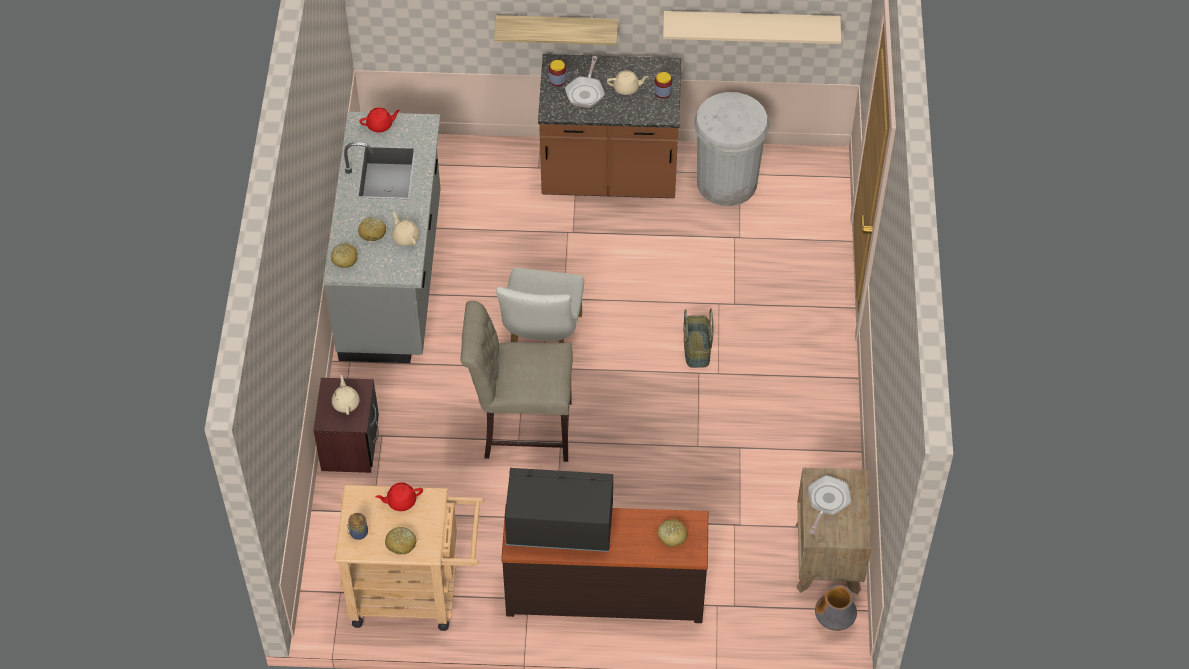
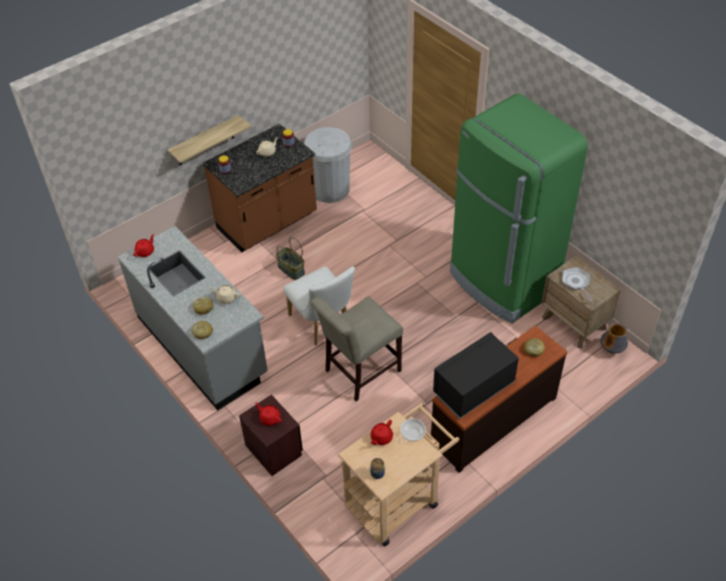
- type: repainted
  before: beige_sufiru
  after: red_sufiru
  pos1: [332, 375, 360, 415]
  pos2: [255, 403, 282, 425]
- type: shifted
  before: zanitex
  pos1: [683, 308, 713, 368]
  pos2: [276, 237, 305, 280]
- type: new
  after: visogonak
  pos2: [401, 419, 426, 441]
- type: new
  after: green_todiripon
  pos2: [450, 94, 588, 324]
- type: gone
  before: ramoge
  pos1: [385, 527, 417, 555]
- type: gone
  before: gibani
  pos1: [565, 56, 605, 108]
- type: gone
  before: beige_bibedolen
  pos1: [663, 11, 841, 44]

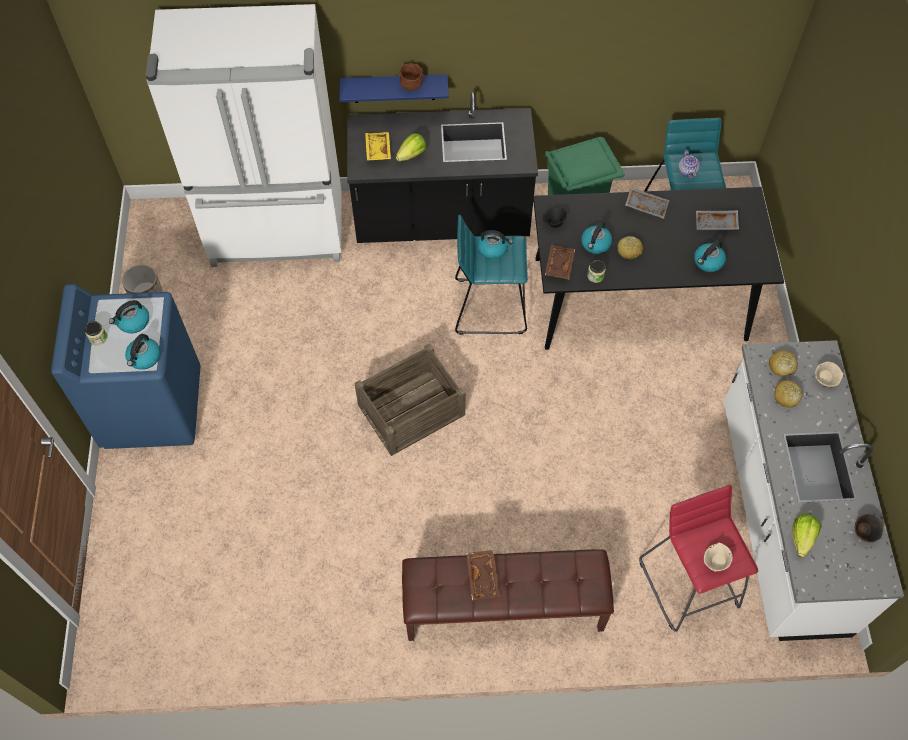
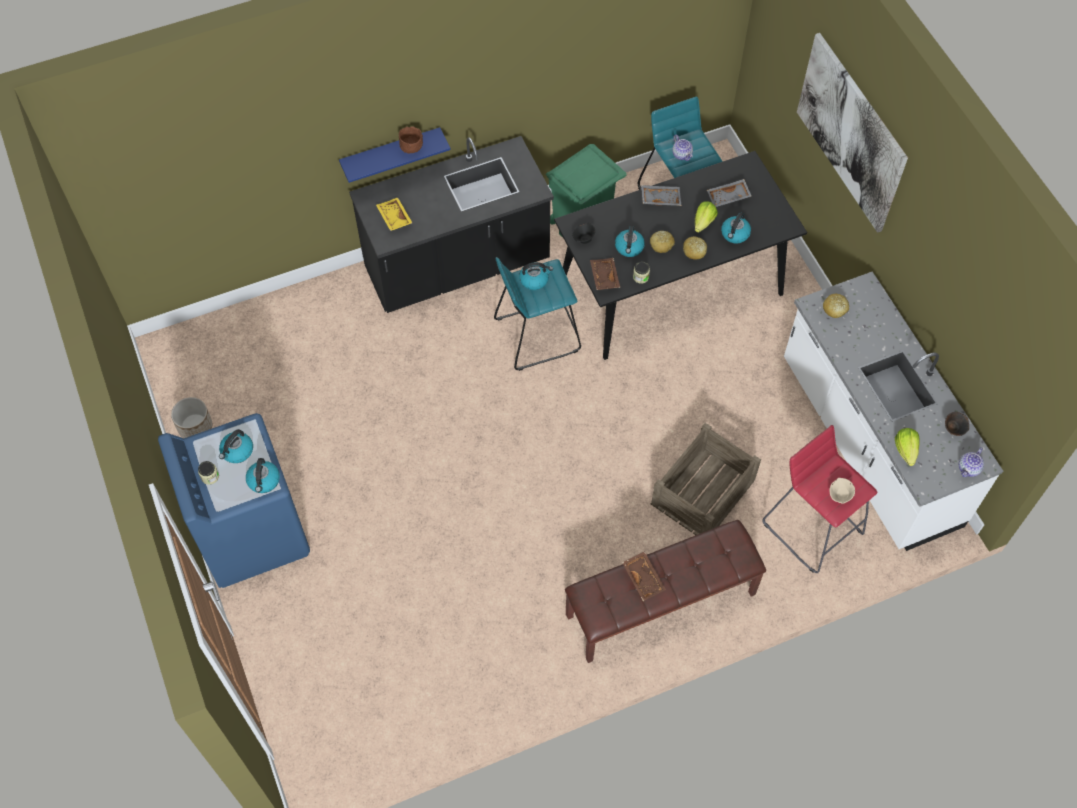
- type: shifted
  before: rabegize
  pos1: [354, 343, 466, 456]
  pos2: [651, 423, 761, 535]
- type: shifted
  before: ramoge
  pos1: [774, 380, 803, 408]
  pos2: [683, 236, 707, 259]
- type: shifted
  before: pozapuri
  pos1: [396, 133, 426, 161]
  pos2: [695, 202, 718, 233]
- type: new
  after: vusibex
  pos2: [797, 33, 908, 233]
- type: new
  after: sufiru
  pos2: [959, 447, 984, 477]
- type: gone
  before: white_todiripon
  pos1: [146, 4, 341, 267]
- type: gone
  before: beige_visogonak
  pos1: [815, 362, 843, 387]

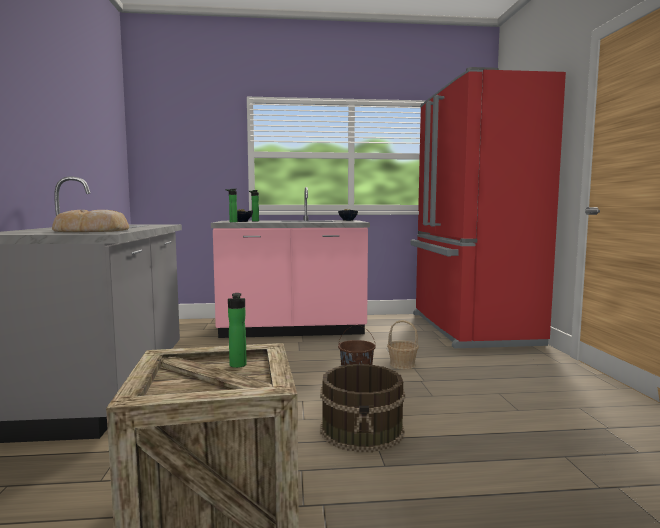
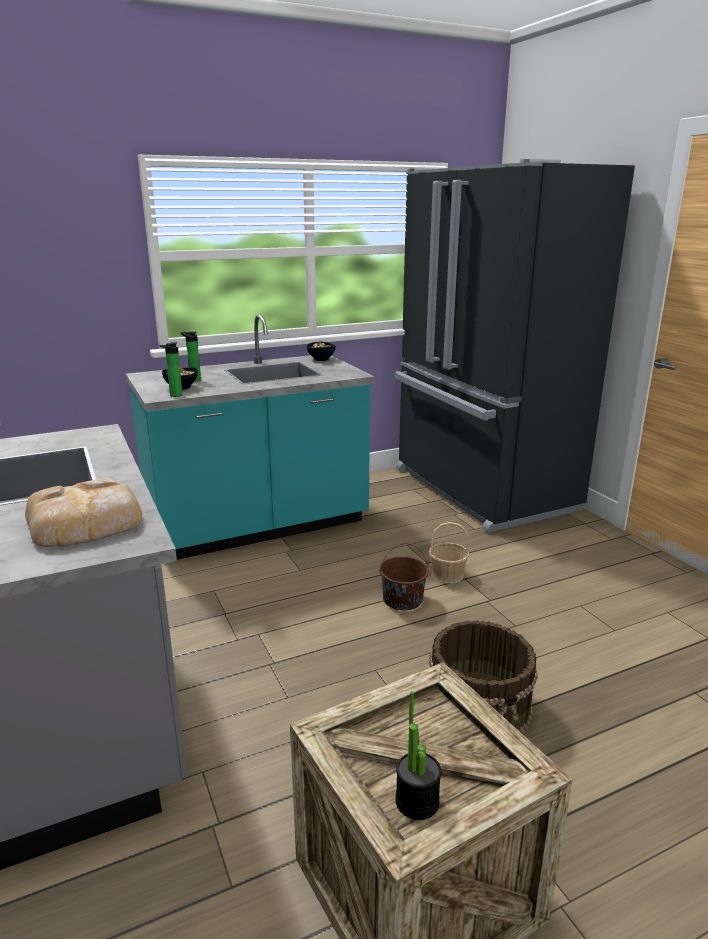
- type: repainted
  before: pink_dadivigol
  after: turquoise_dadivigol
  pos1: [211, 187, 370, 338]
  pos2: [126, 314, 375, 560]
- type: repainted
  before: red_todiripon
  after: black_todiripon
  pos1: [411, 67, 566, 348]
  pos2: [395, 159, 635, 533]
- type: new
  after: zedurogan
  pos2: [395, 691, 441, 820]
- type: gone
  before: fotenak
  pos1: [228, 293, 247, 368]

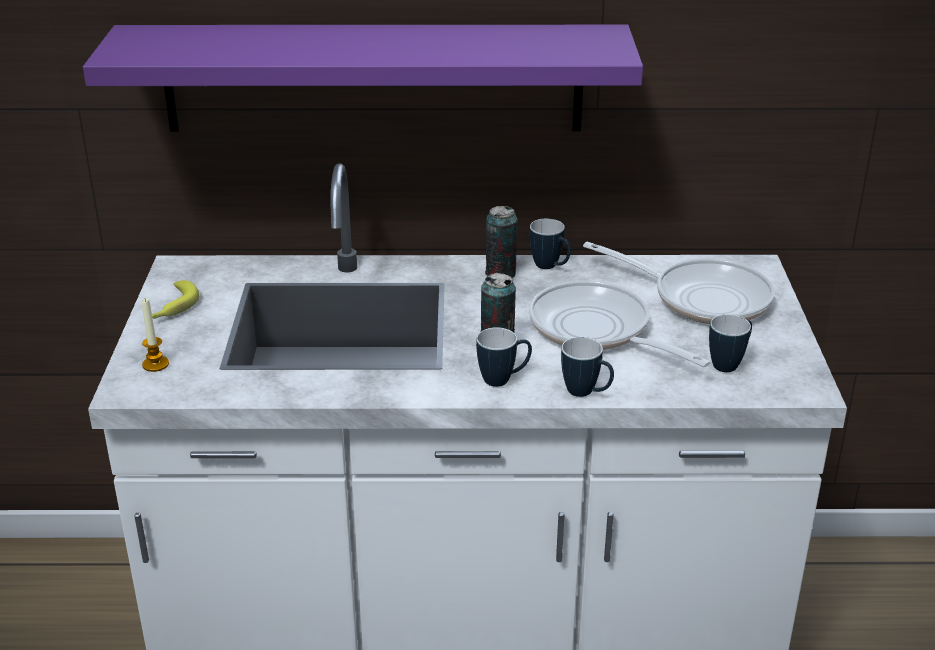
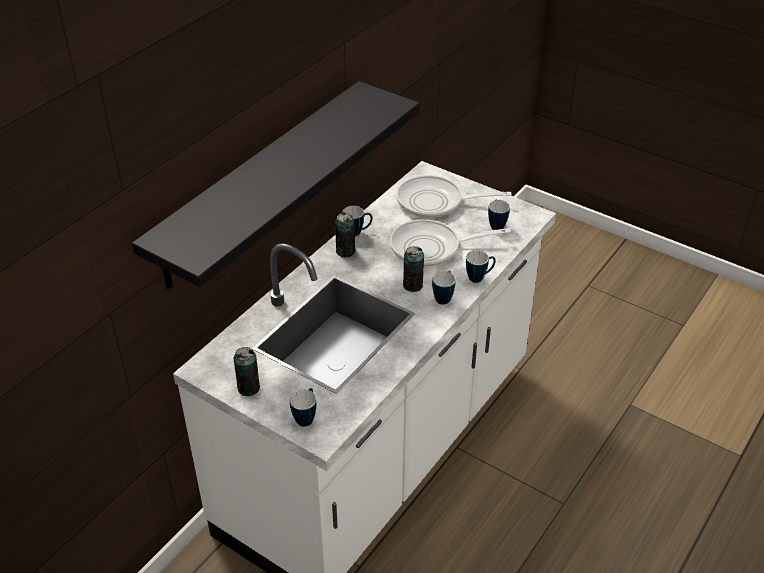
- type: repainted
  before: purple_bibedolen
  after: black_bibedolen
  pos1: [83, 25, 643, 132]
  pos2: [132, 81, 419, 290]
- type: swapped
  before: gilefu
  after: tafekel
  pos1: [152, 280, 199, 319]
  pos2: [233, 347, 260, 396]
- type: swapped
  before: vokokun
  after: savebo
  pos1: [142, 298, 169, 372]
  pos2: [290, 388, 316, 427]
- type: rotated
  before: gibani
  pos1: [583, 242, 775, 324]
  pos2: [396, 175, 511, 218]
  turn: -150

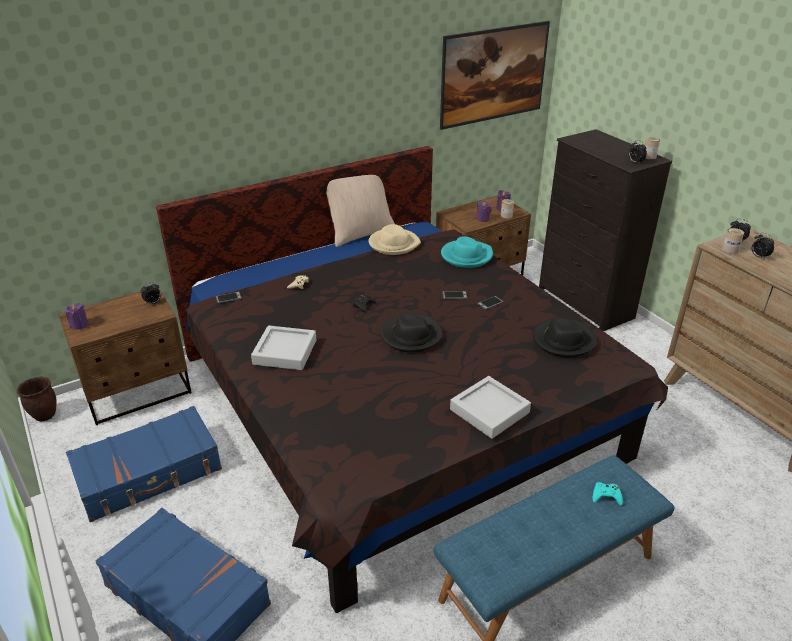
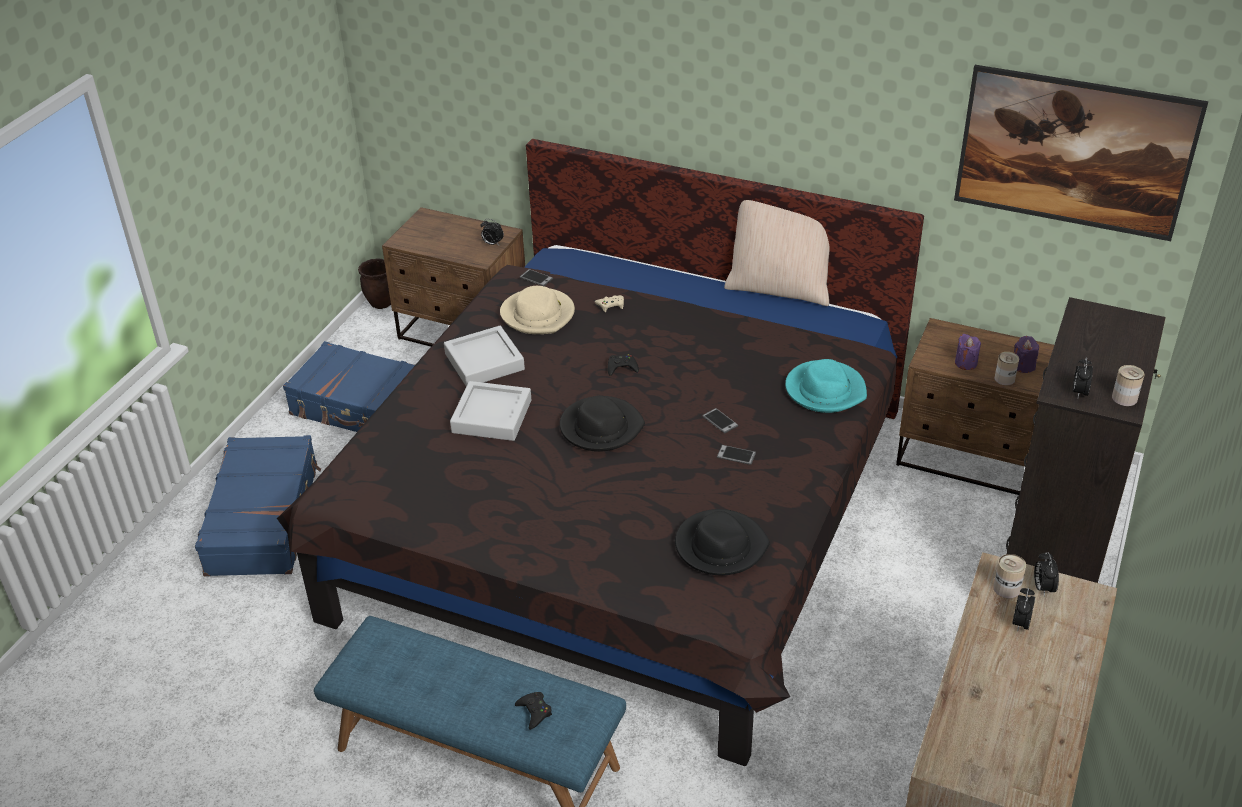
- type: shifted
  before: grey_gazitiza
  pos1: [450, 376, 531, 439]
  pos2: [450, 381, 531, 441]
- type: shifted
  before: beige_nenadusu
  pos1: [368, 224, 421, 255]
  pos2: [500, 286, 575, 334]
- type: repainted
  before: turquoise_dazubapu
  after: black_dazubapu
  pos1: [593, 482, 623, 506]
  pos2: [515, 692, 552, 730]
- type: gone
  before: purple_vokokun
  pos1: [66, 303, 89, 330]

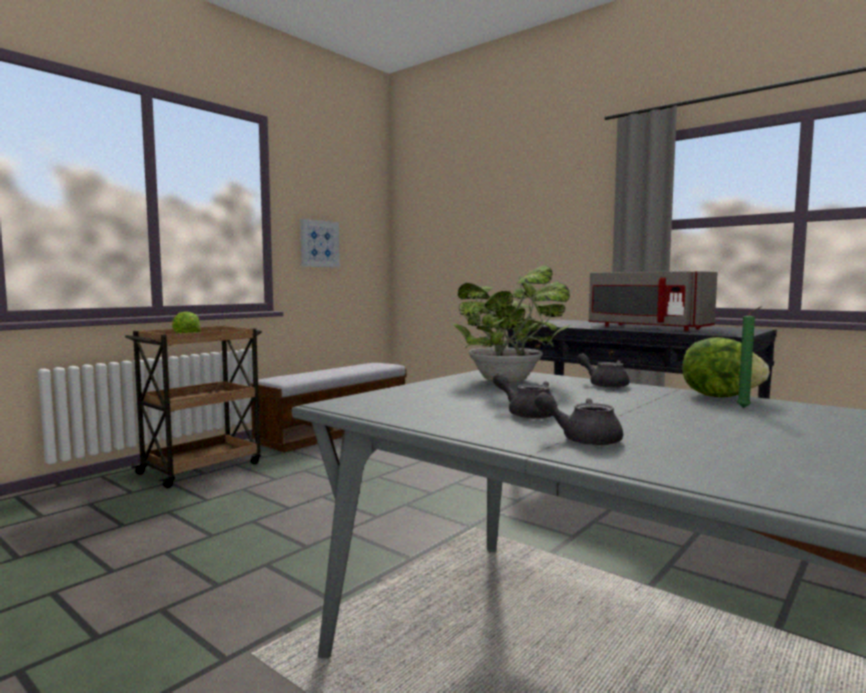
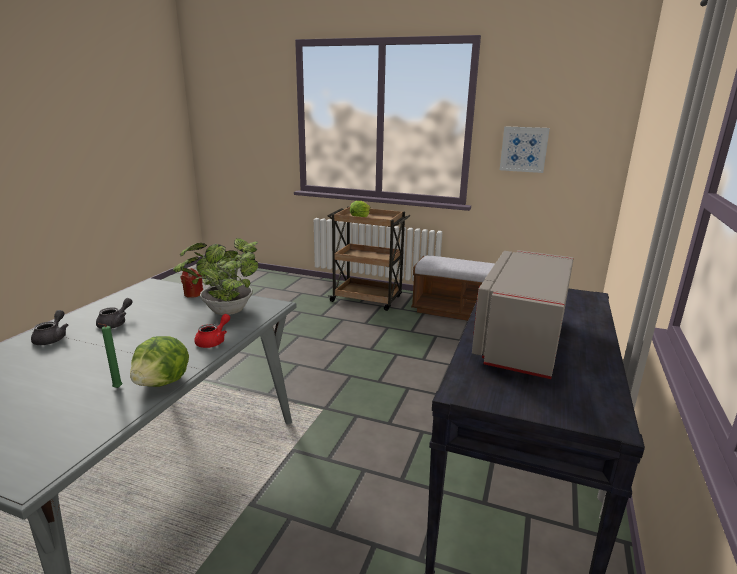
- type: new
  after: red_vokokun
  pos2: [181, 268, 203, 298]
- type: repainted
  before: grey_sufiru
  after: red_sufiru
  pos1: [577, 353, 629, 388]
  pos2: [194, 314, 230, 348]

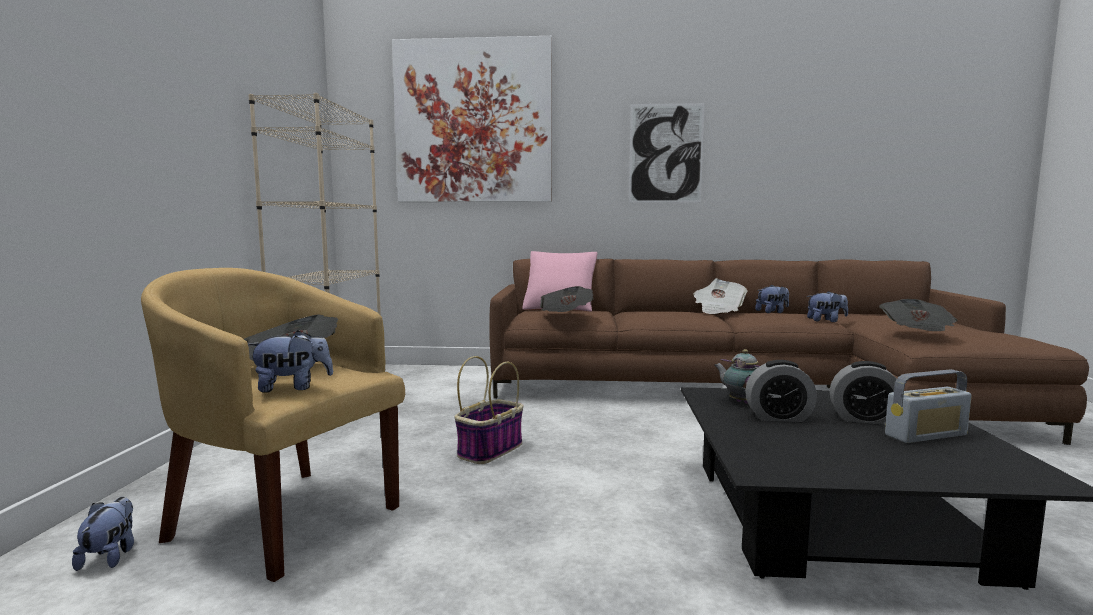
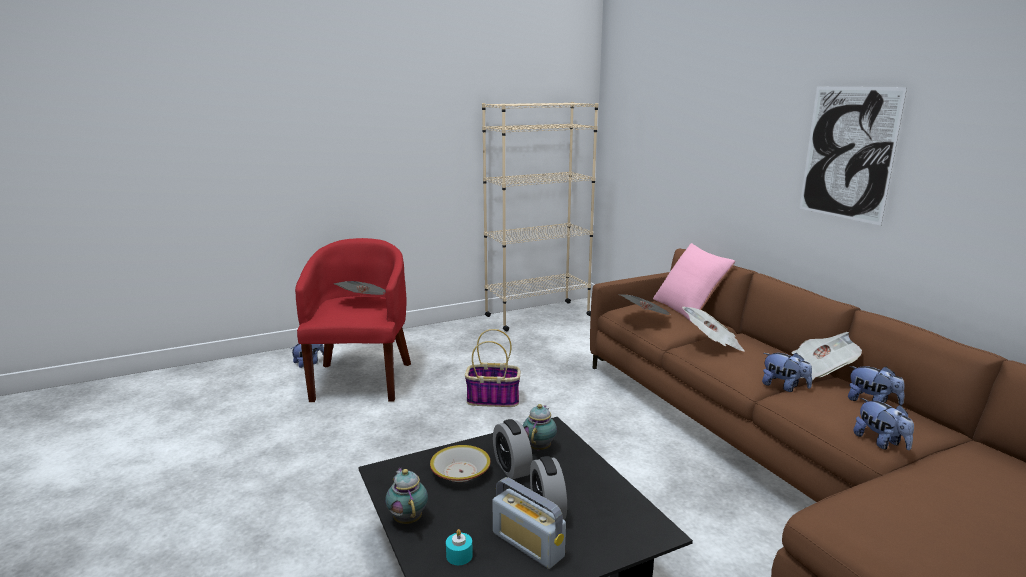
- type: repainted
  before: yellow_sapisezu
  after: red_sapisezu
  pos1: [141, 268, 405, 582]
  pos2: [295, 238, 411, 402]
- type: new
  after: sufiru
  pos2: [385, 468, 428, 524]
- type: new
  after: visogonak
  pos2: [430, 445, 491, 482]
- type: new
  after: turquoise_vokokun
  pos2: [446, 529, 473, 565]
- type: shifted
  before: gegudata
  pos1: [879, 299, 957, 331]
  pos2: [682, 306, 745, 352]
- type: shifted
  before: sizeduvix
  pos1: [248, 330, 333, 393]
  pos2: [762, 353, 812, 392]
- type: gone
  before: vusibex
  pos1: [392, 36, 552, 202]

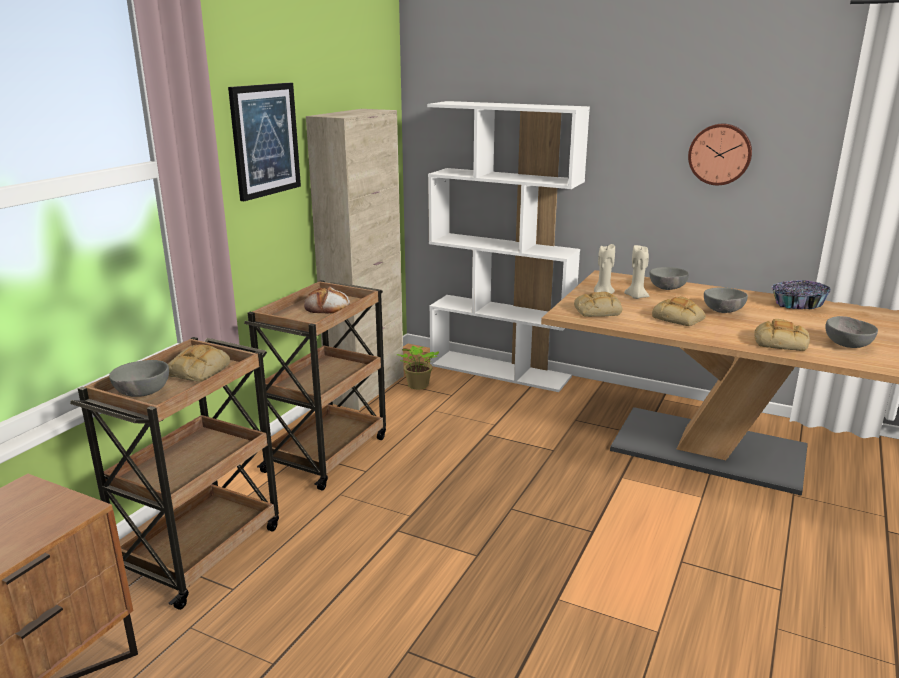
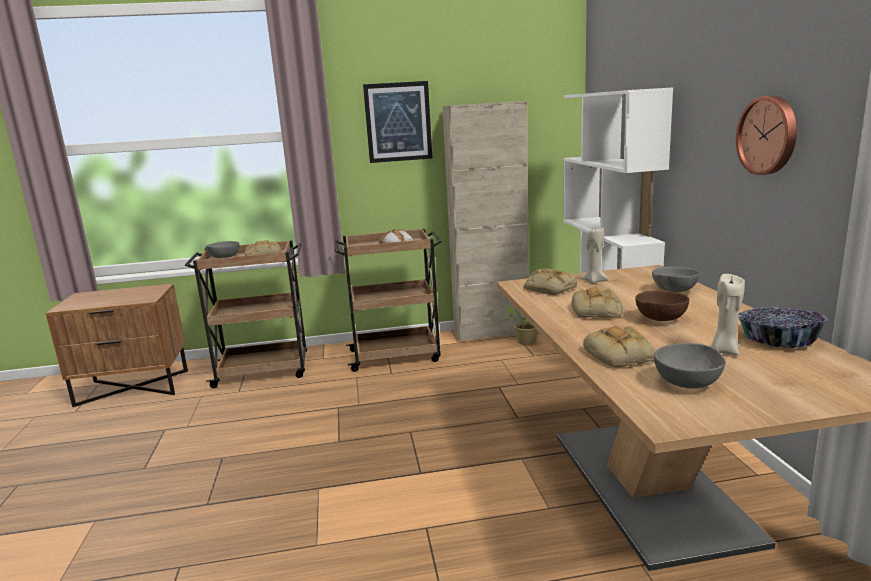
- type: repainted
  before: grey_visogonak
  after: brown_visogonak
  pos1: [704, 287, 748, 313]
  pos2: [635, 291, 689, 321]
- type: shifted
  before: beige_vokokun
  pos1: [624, 245, 650, 299]
  pos2: [711, 274, 745, 355]

